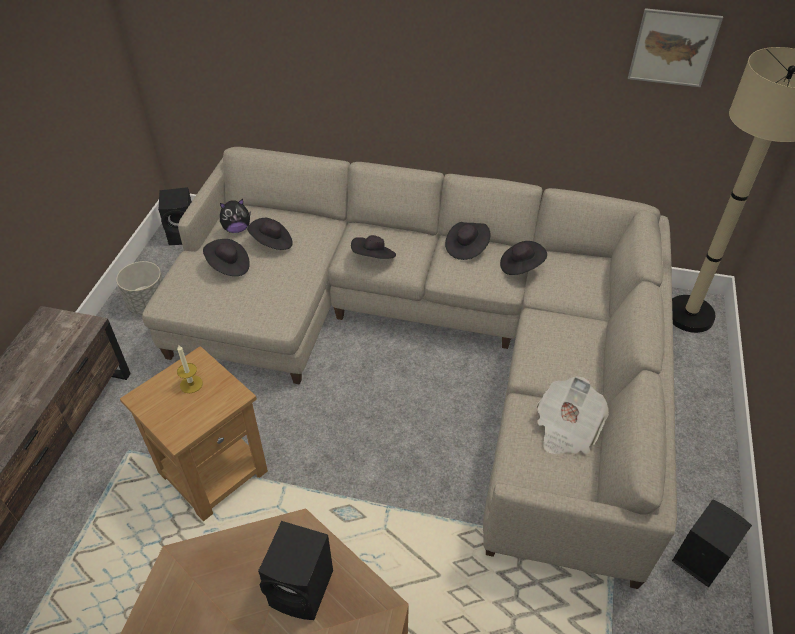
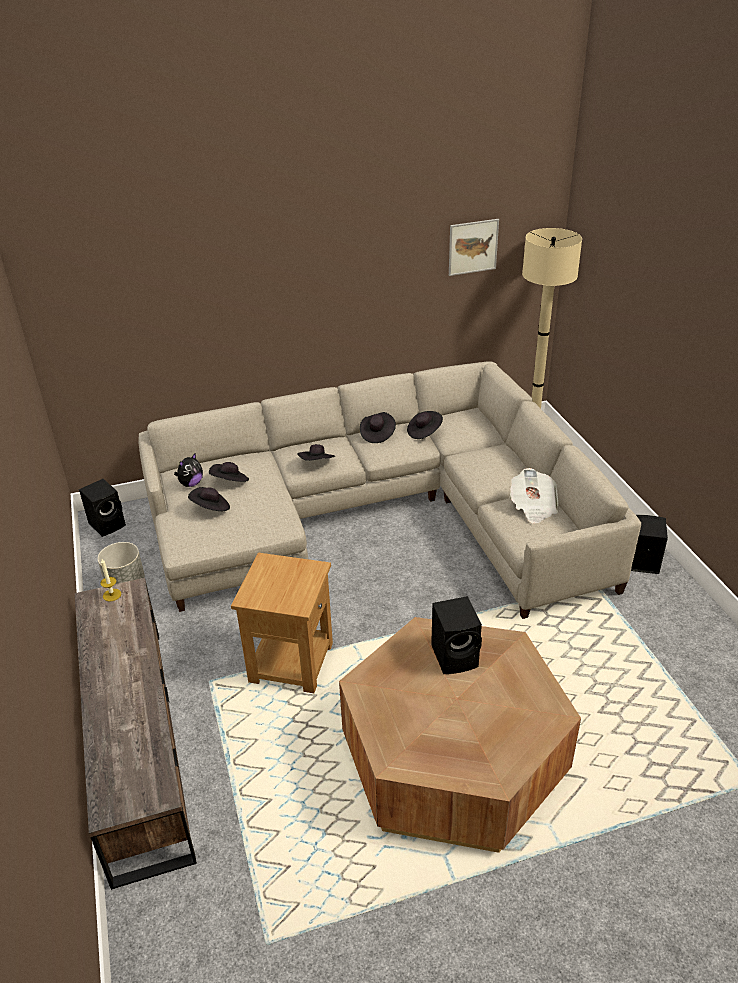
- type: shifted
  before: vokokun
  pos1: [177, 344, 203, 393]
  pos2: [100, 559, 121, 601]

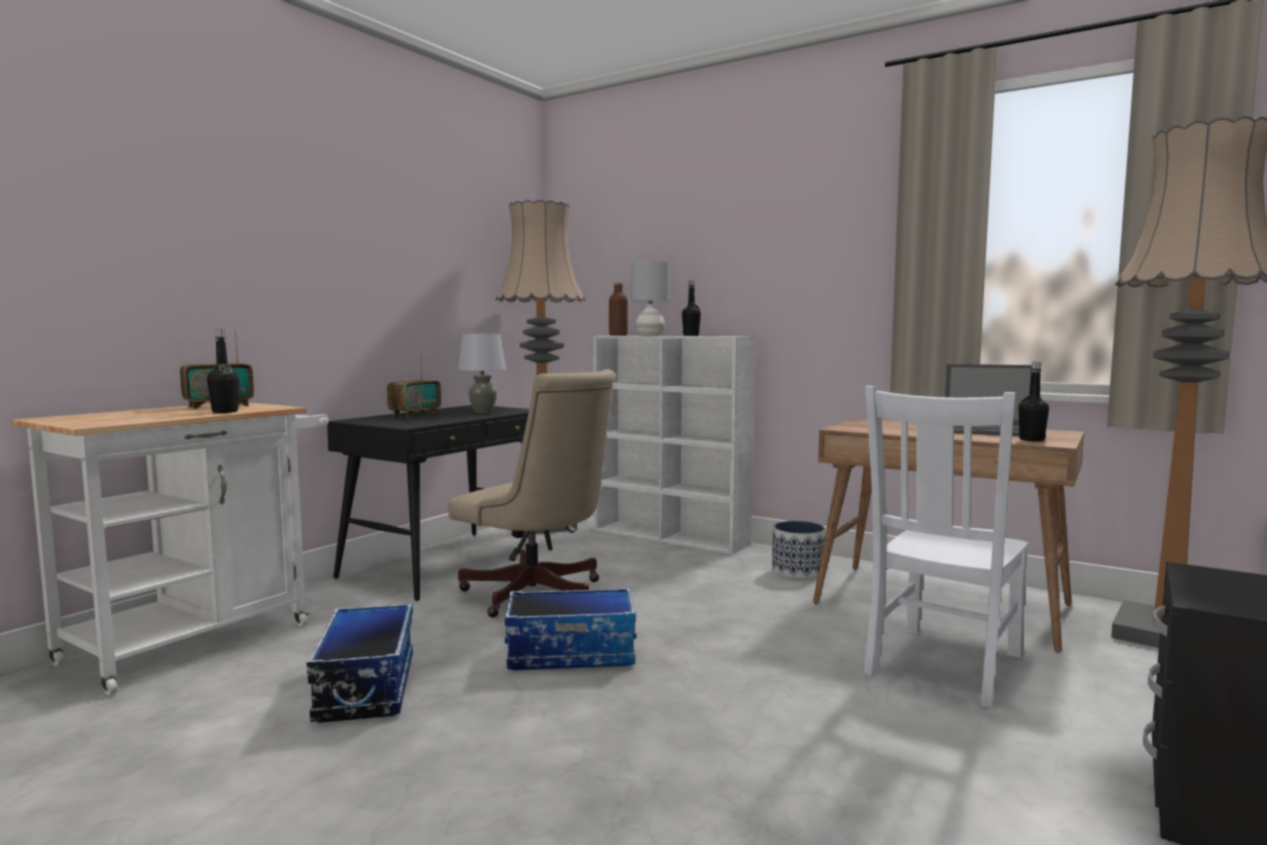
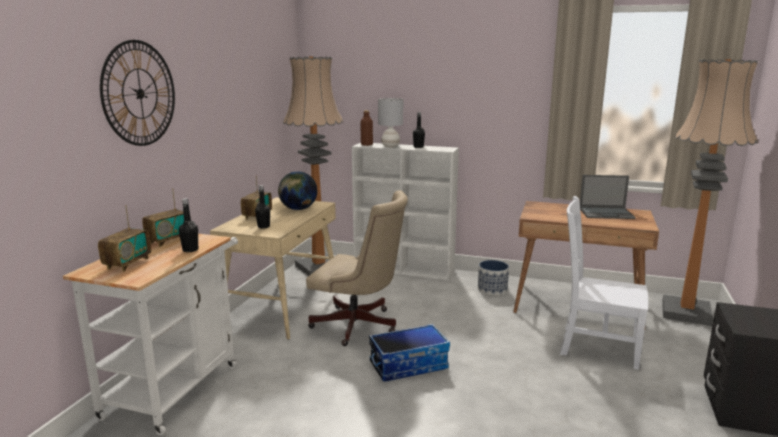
- type: new
  after: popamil
  pos2: [98, 205, 151, 272]
- type: new
  after: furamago
  pos2: [100, 40, 175, 146]
- type: repainted
  before: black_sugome
  after: beige_sugome
  pos1: [327, 405, 553, 601]
  pos2: [210, 197, 336, 340]
- type: shifted
  before: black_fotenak
  pos1: [1019, 362, 1049, 442]
  pos2: [255, 185, 270, 229]
- type: swapped
  before: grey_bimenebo
  after: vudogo
  pos1: [458, 334, 506, 413]
  pos2: [278, 171, 317, 210]
- type: rotated
  before: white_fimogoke
  pos1: [864, 386, 1029, 707]
  pos2: [559, 196, 648, 370]
  turn: 90
- type: gone
  before: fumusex
  pos1: [306, 603, 413, 723]

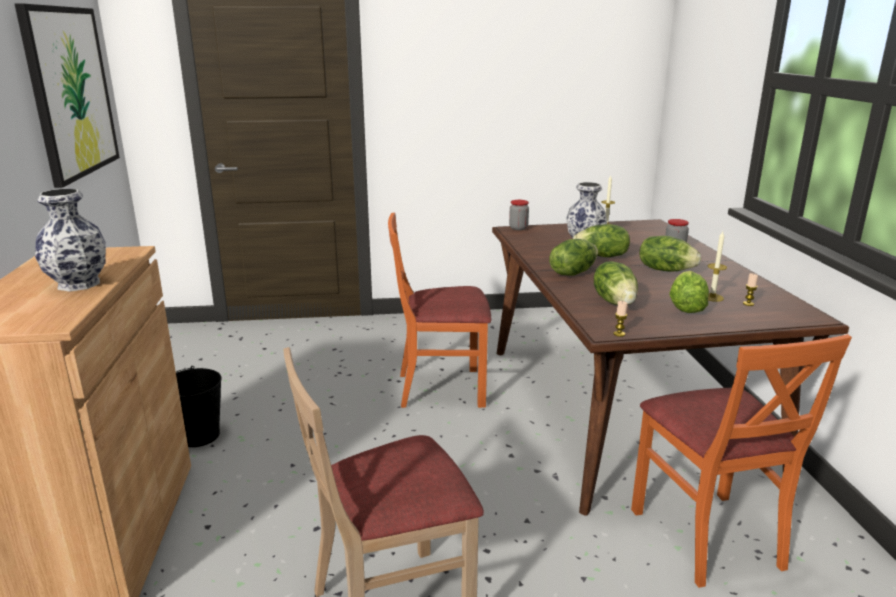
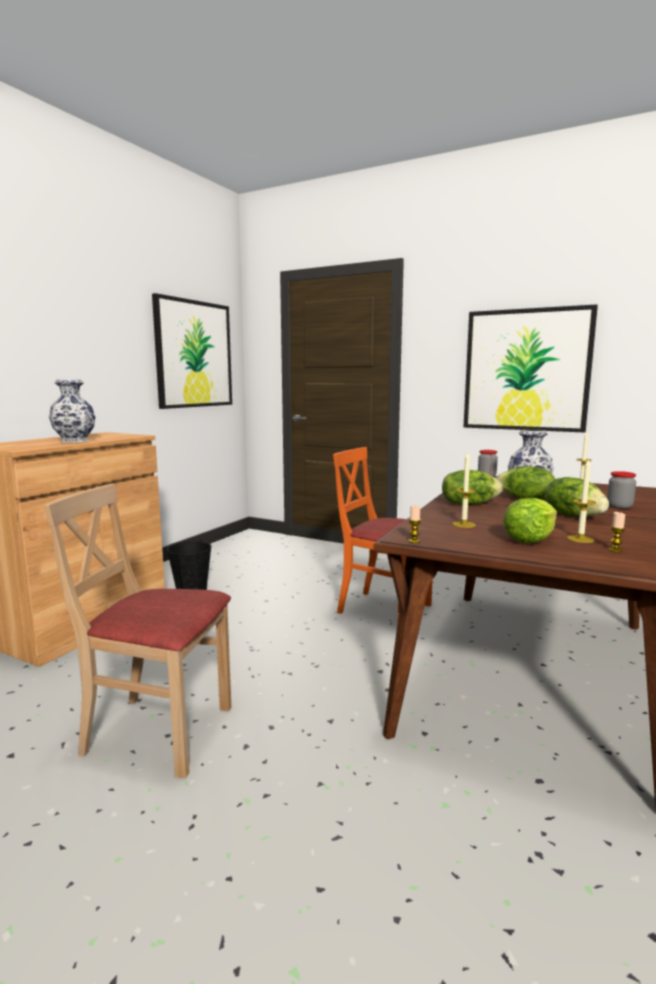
- type: swapped
  before: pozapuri
  after: vokokun
  pos1: [594, 261, 638, 305]
  pos2: [453, 452, 476, 528]
- type: new
  after: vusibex
  pos2: [464, 304, 598, 433]
- type: gone
  before: orange_fimogoke
  pos1: [631, 334, 852, 588]

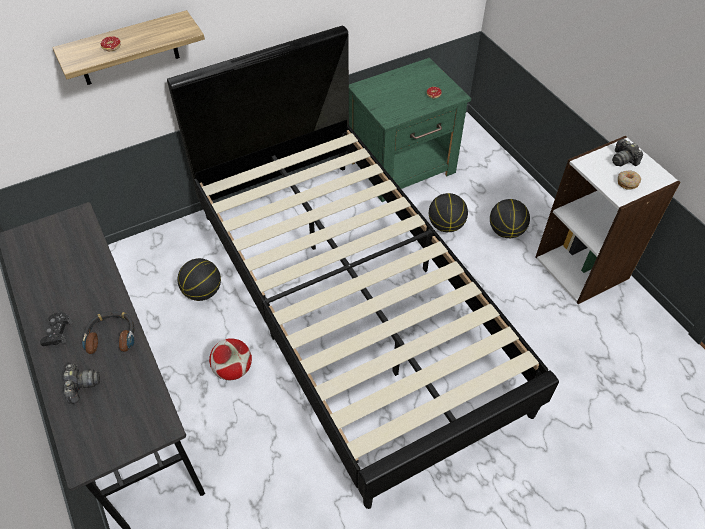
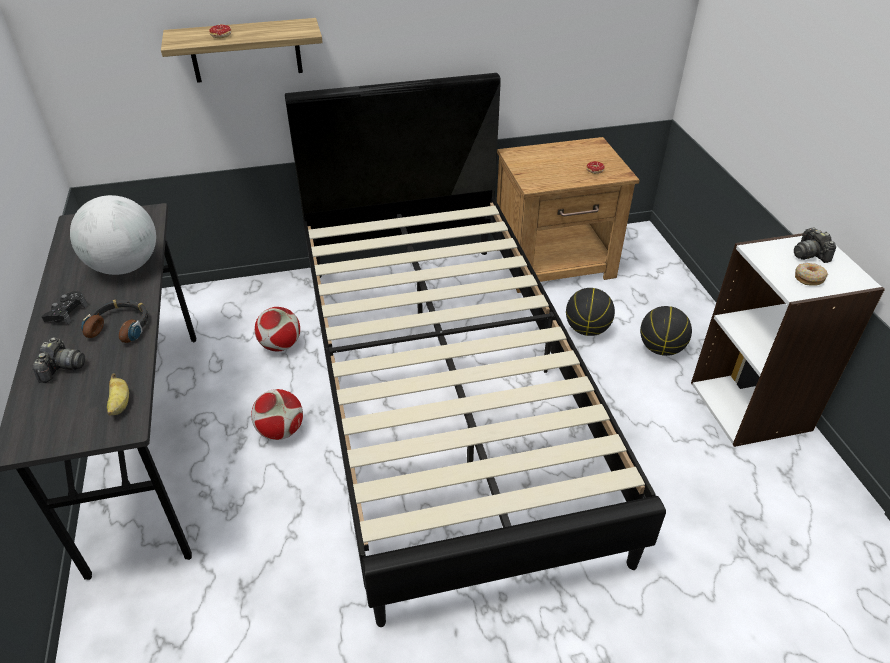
- type: new
  after: vudogo
  pos2: [70, 195, 156, 275]
- type: new
  after: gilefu
  pos2: [107, 374, 129, 415]
- type: swapped
  before: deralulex
  after: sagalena
  pos1: [177, 258, 221, 301]
  pos2: [255, 307, 300, 351]
- type: repainted
  before: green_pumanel
  after: brown_pumanel
  pos1: [349, 58, 471, 202]
  pos2: [497, 137, 640, 293]

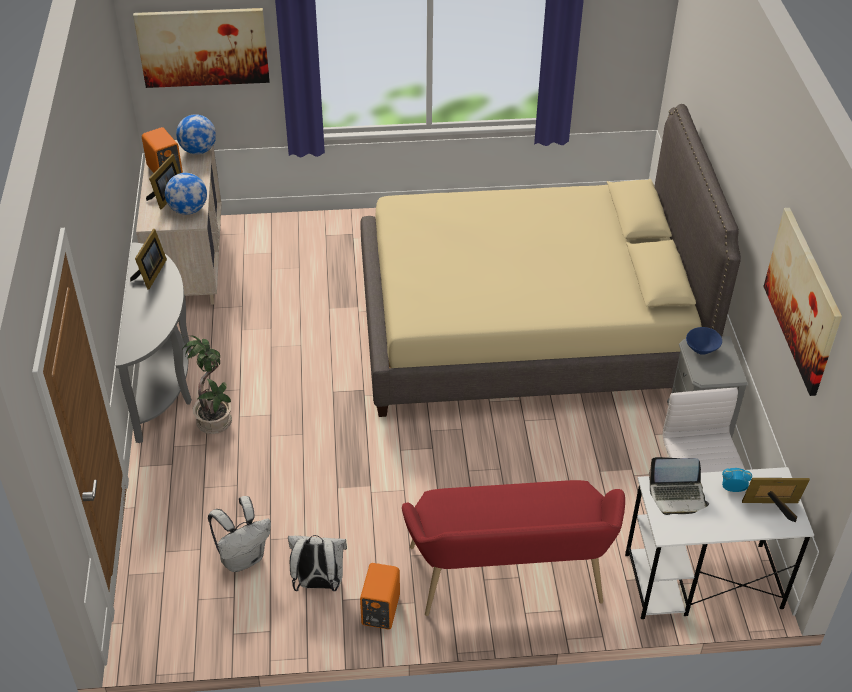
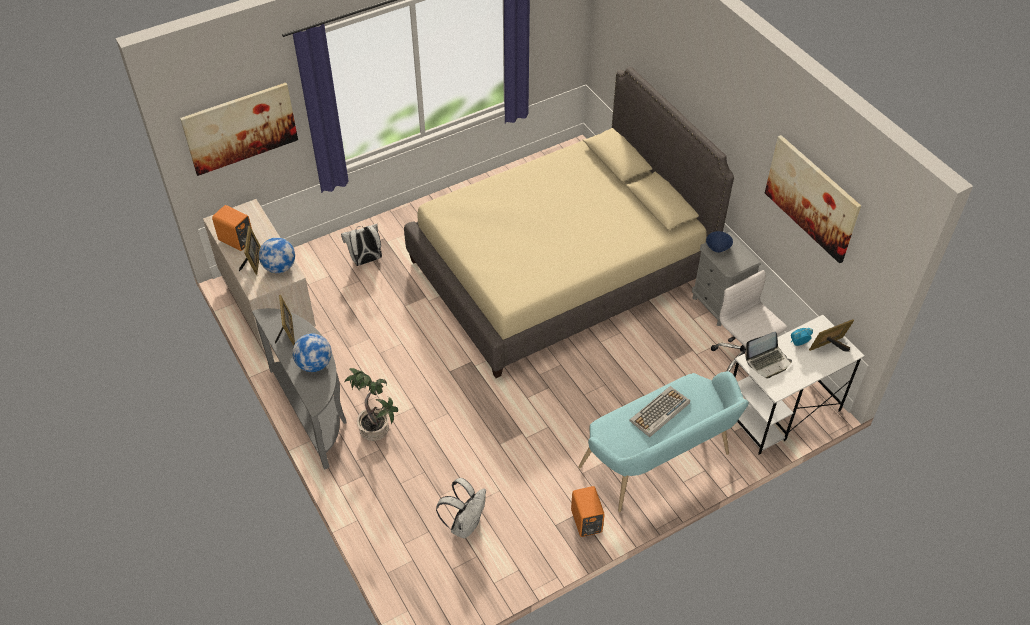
- type: shifted
  before: vudogo
  pos1: [176, 114, 216, 154]
  pos2: [292, 334, 332, 372]
- type: shifted
  before: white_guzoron
  pos1: [288, 535, 347, 591]
  pos2: [341, 224, 382, 266]
- type: repainted
  before: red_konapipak
  after: turquoise_konapipak
  pos1: [402, 480, 625, 616]
  pos2: [578, 371, 749, 512]
- type: new
  after: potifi
  pos2: [629, 386, 690, 437]

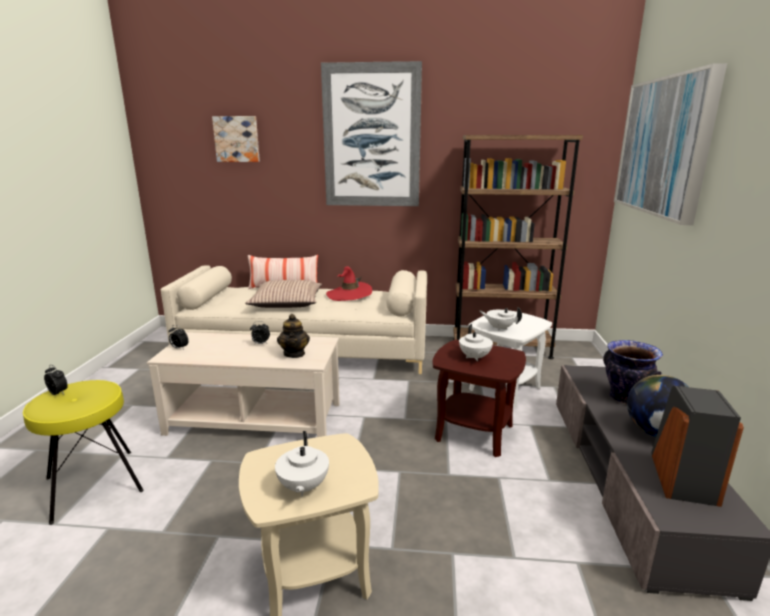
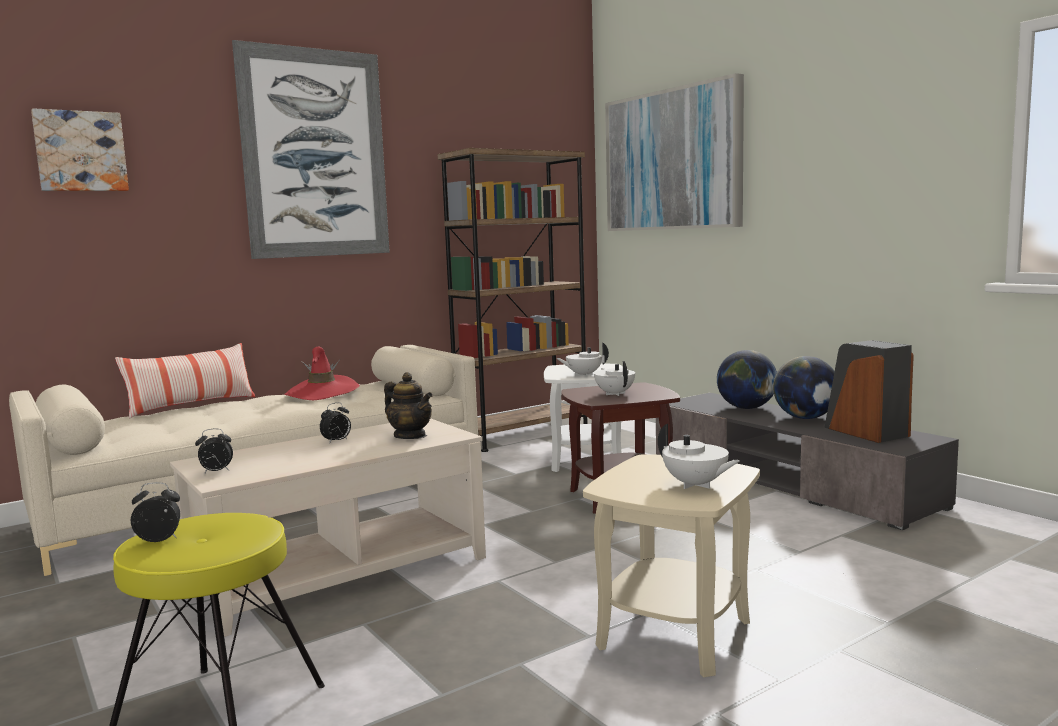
- type: rotated
  before: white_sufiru
  pos1: [459, 324, 493, 361]
  pos2: [594, 361, 635, 396]
  turn: -150
- type: swapped
  before: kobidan
  after: vudogo
  pos1: [603, 340, 663, 405]
  pos2: [717, 350, 777, 409]
- type: gone
  before: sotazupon
  pos1: [245, 280, 322, 308]

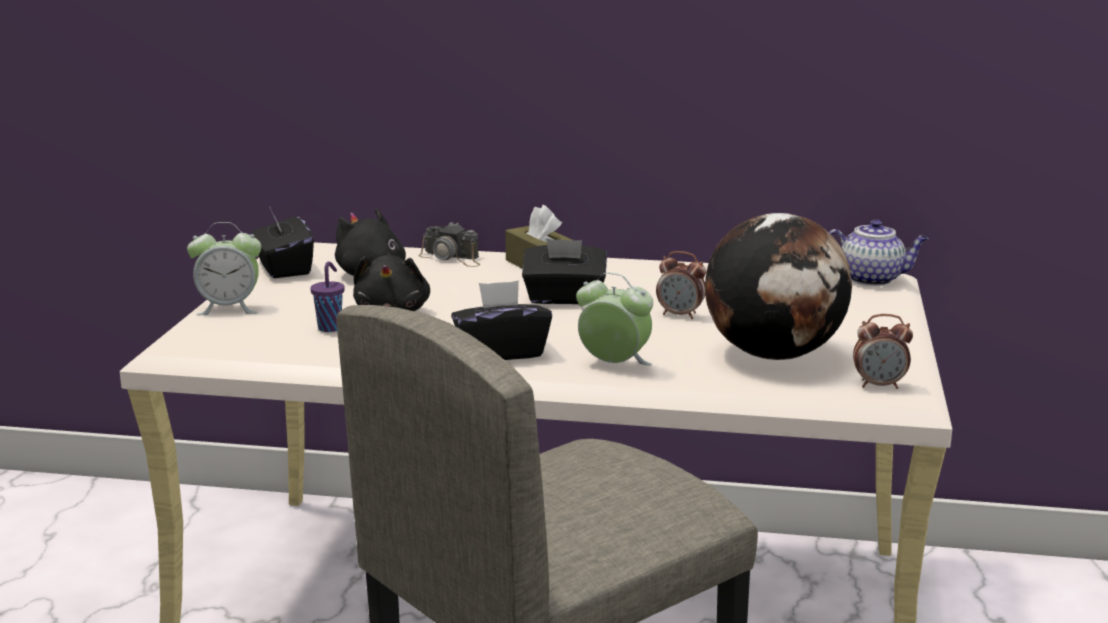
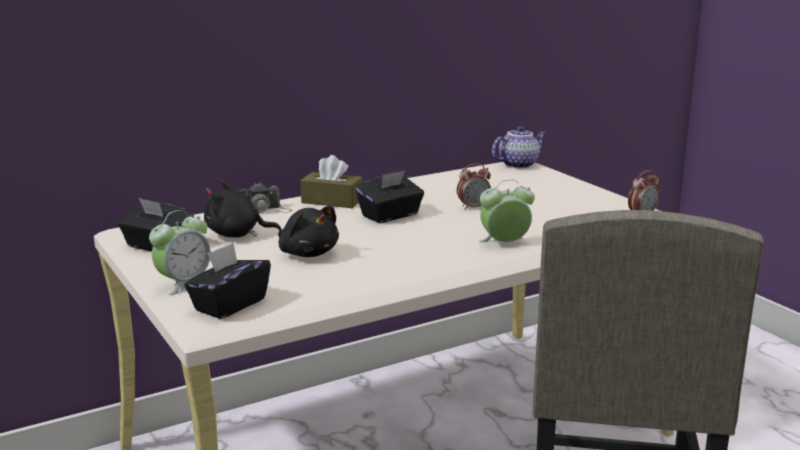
- type: shifted
  before: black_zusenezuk
  pos1: [451, 280, 552, 360]
  pos2: [184, 243, 271, 319]
- type: gone
  before: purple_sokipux
  pos1: [310, 262, 344, 332]
- type: gone
  before: vudogo
  pos1: [705, 213, 852, 360]

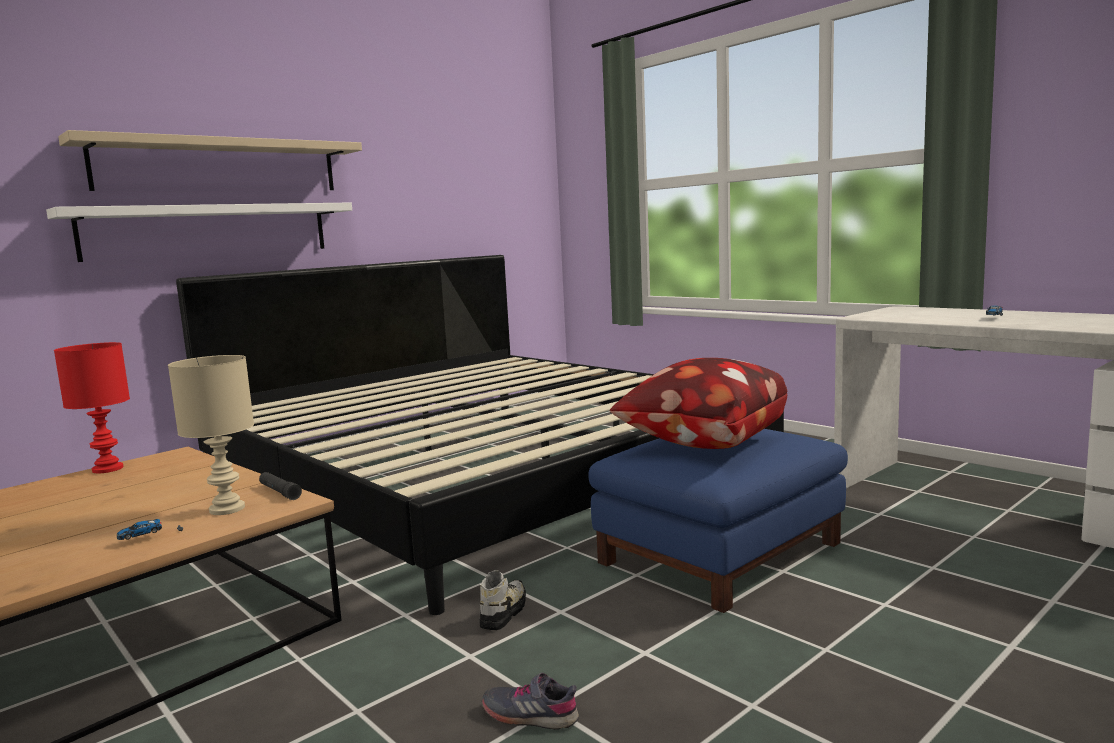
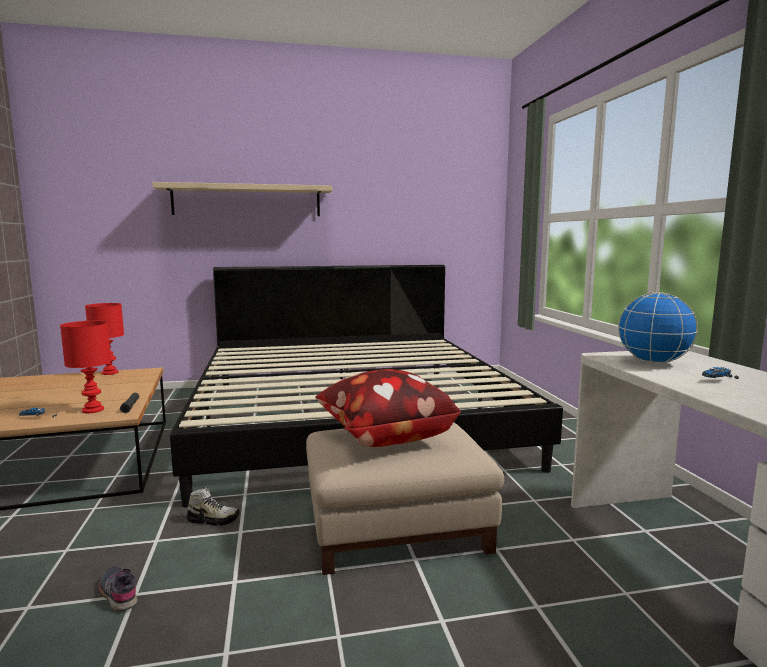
- type: repainted
  before: beige_bimenebo
  after: red_bimenebo
  pos1: [168, 355, 254, 515]
  pos2: [60, 320, 111, 413]
- type: rotated
  before: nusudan
  pos1: [480, 570, 526, 630]
  pos2: [187, 487, 239, 526]
  turn: 45
- type: repainted
  before: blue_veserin
  after: beige_veserin
  pos1: [588, 429, 848, 613]
  pos2: [306, 422, 504, 575]
- type: new
  after: vudogo
  pos2: [618, 292, 698, 364]
- type: gone
  before: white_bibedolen
  pos1: [46, 202, 352, 262]

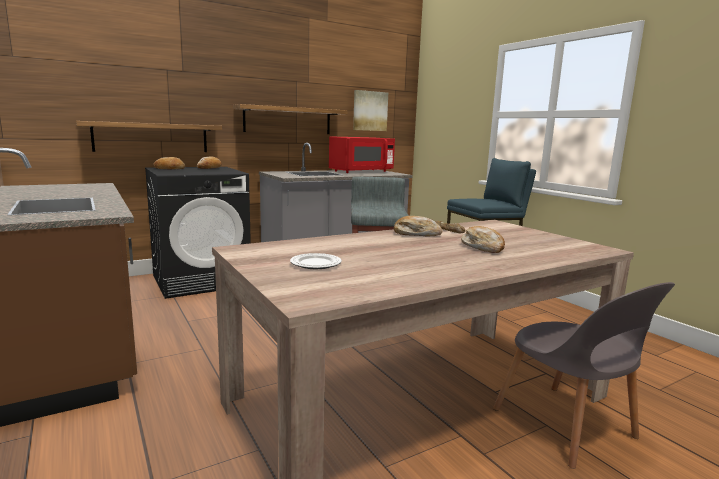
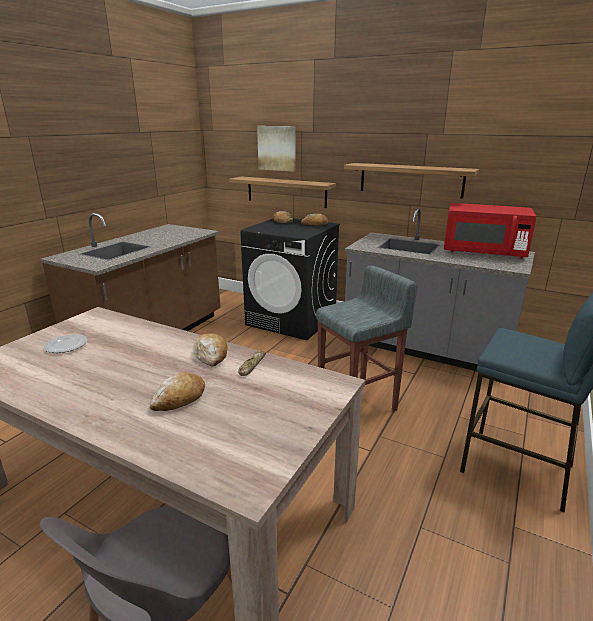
- type: shifted
  before: vusibex
  pos1: [353, 90, 388, 131]
  pos2: [257, 126, 296, 172]

